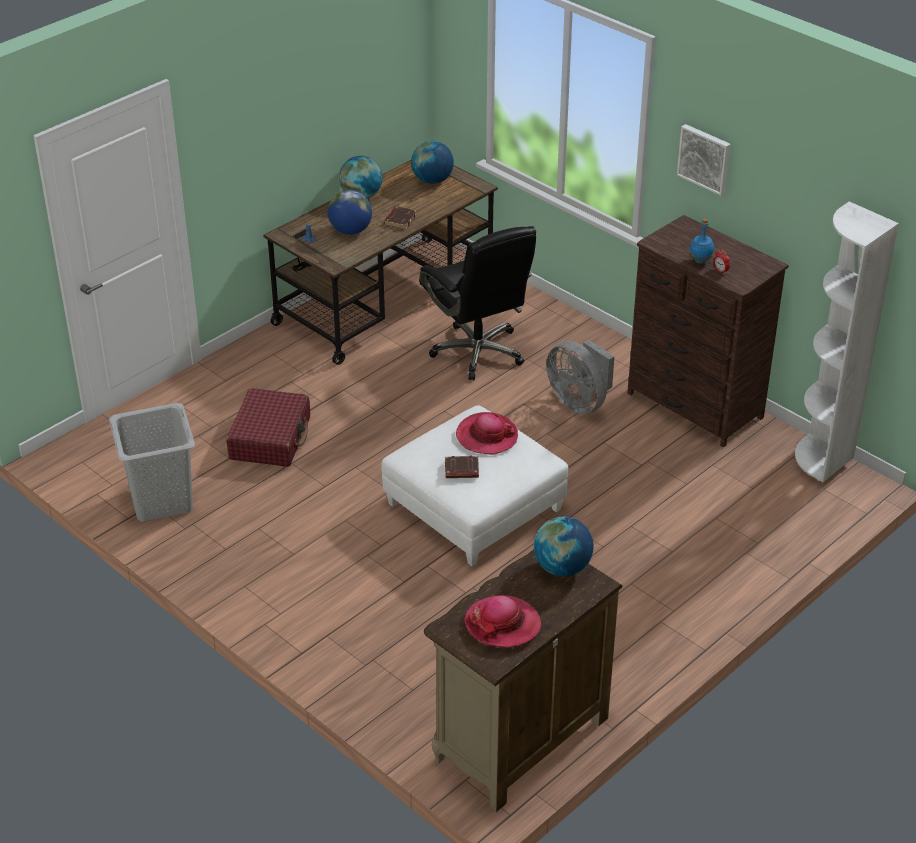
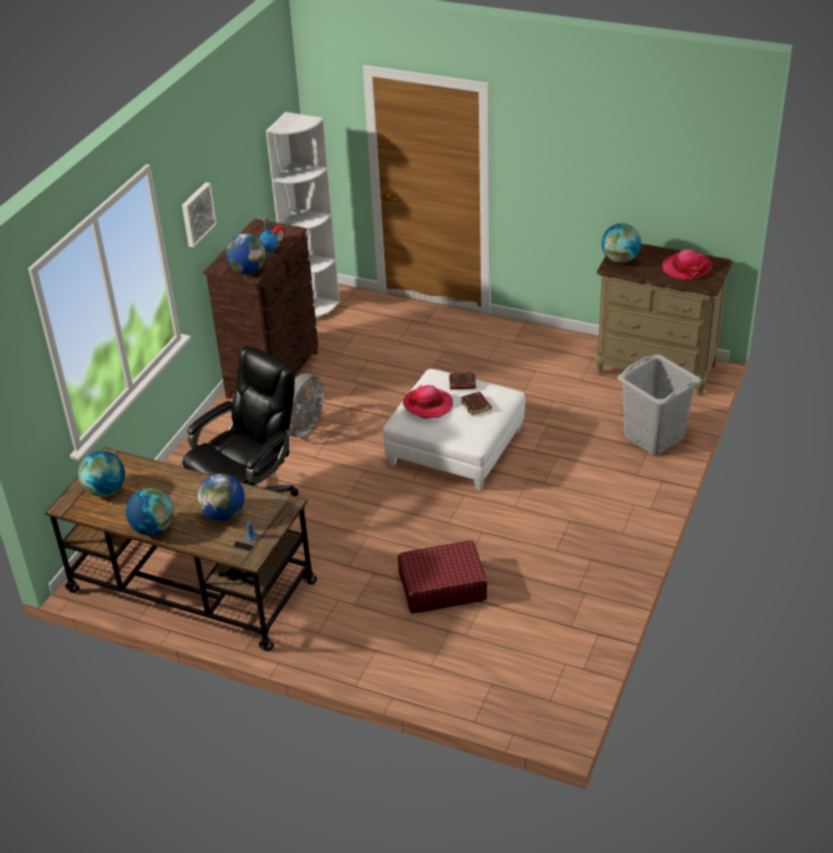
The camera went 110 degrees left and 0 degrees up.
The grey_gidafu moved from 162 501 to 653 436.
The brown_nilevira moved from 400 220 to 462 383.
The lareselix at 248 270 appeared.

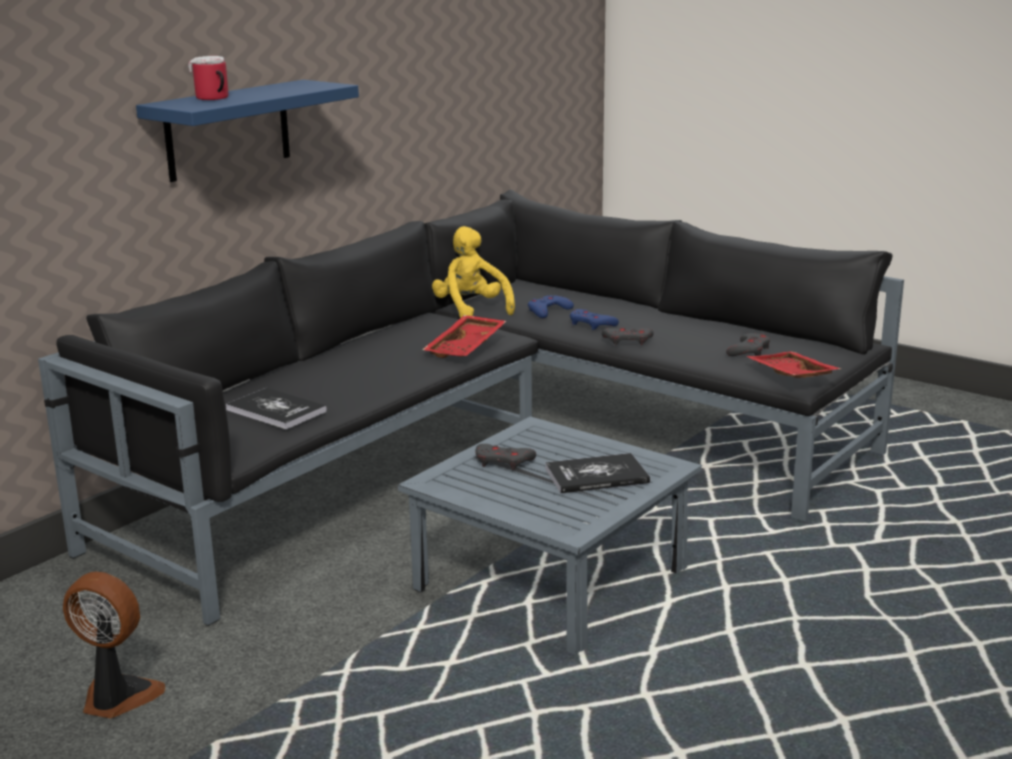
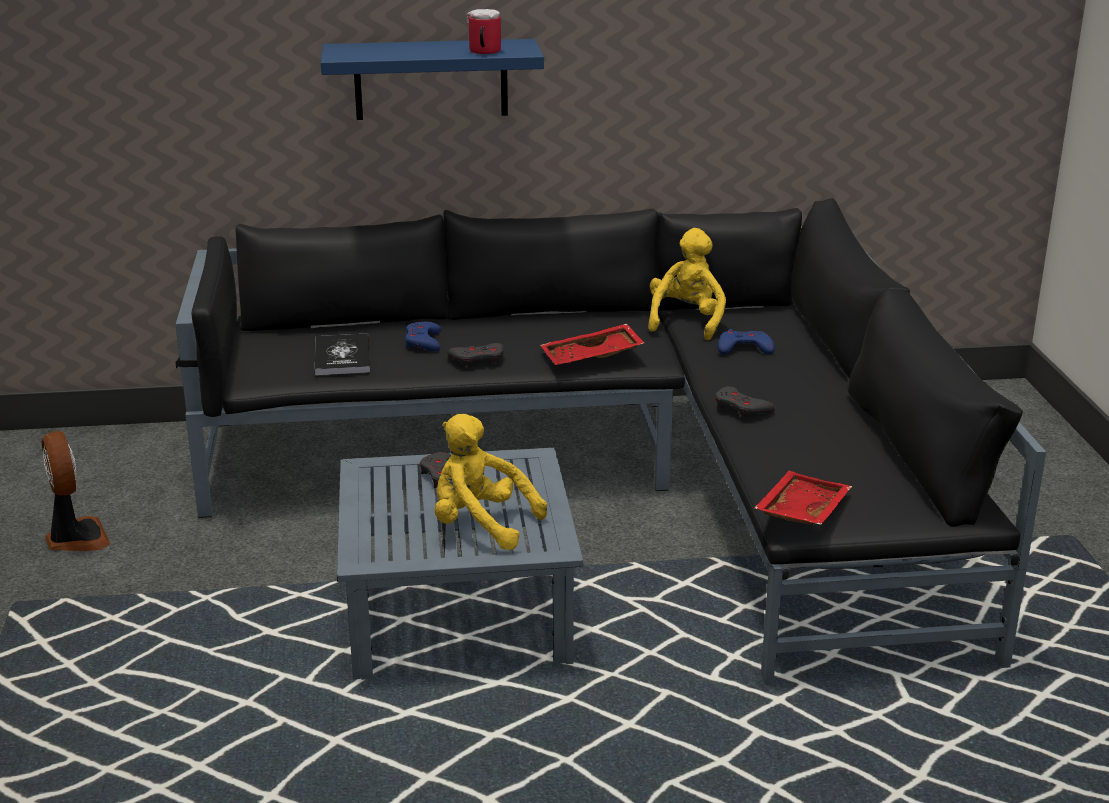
The camera went 45 degrees right and 5 degrees up.
The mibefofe moved from 213 99 to 483 52.
The nilevira at 596 476 was replaced by the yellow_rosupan at 480 525.
The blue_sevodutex moved from 591 324 to 423 342.
The grey_sevodutex moved from 749 350 to 478 359.

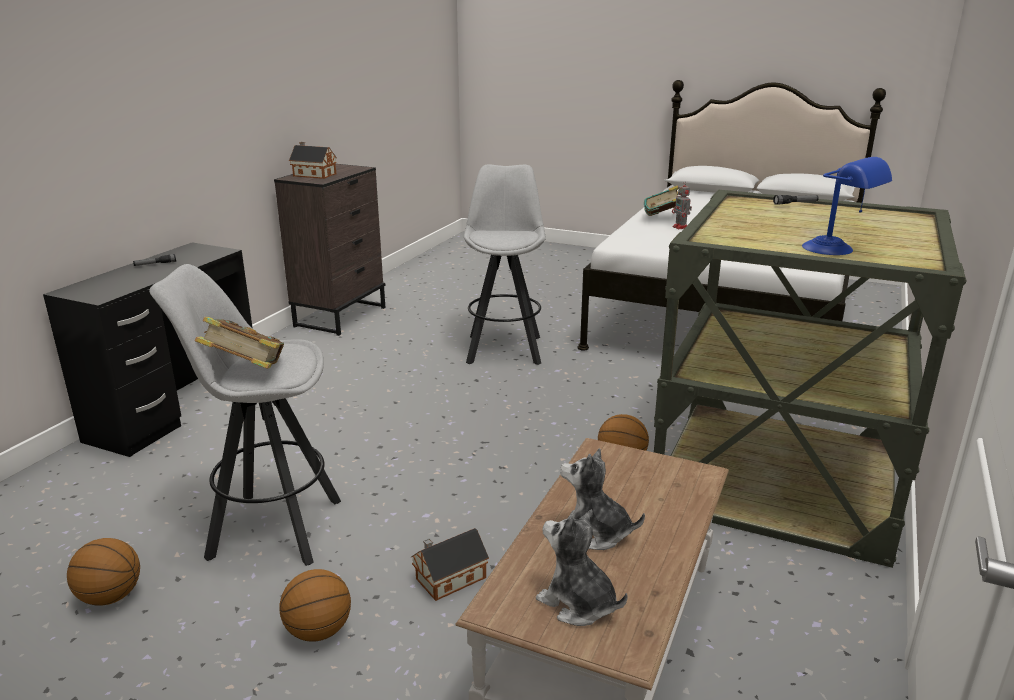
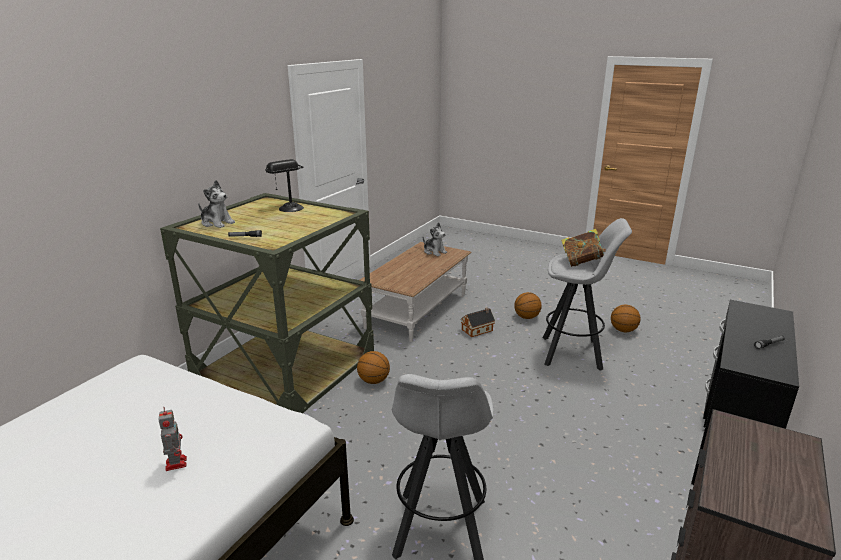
The camera went 175 degrees left and 0 degrees up.
The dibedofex at 313 175 disappeared.
The rosupan moved from 595 533 to 217 223.
The nilevira at 662 219 disappeared.
The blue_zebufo at 838 250 became the black_zebufo at 288 207.

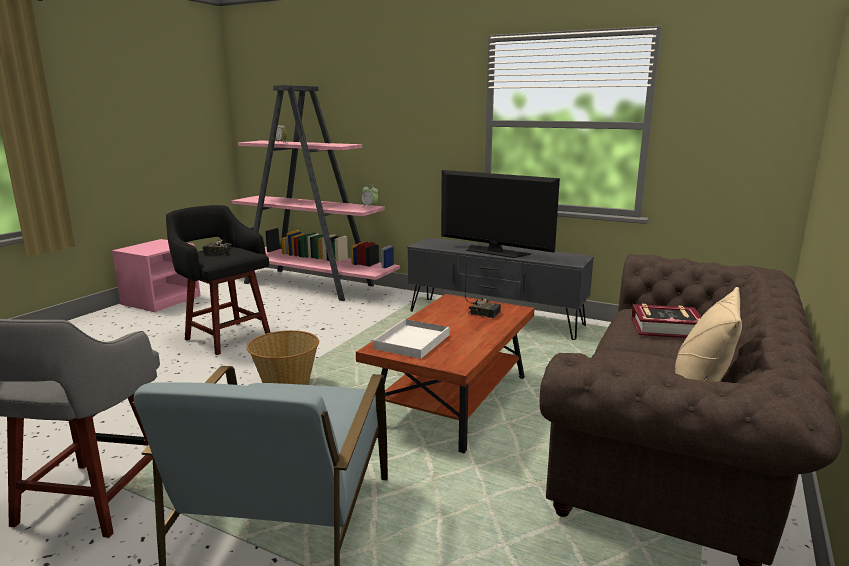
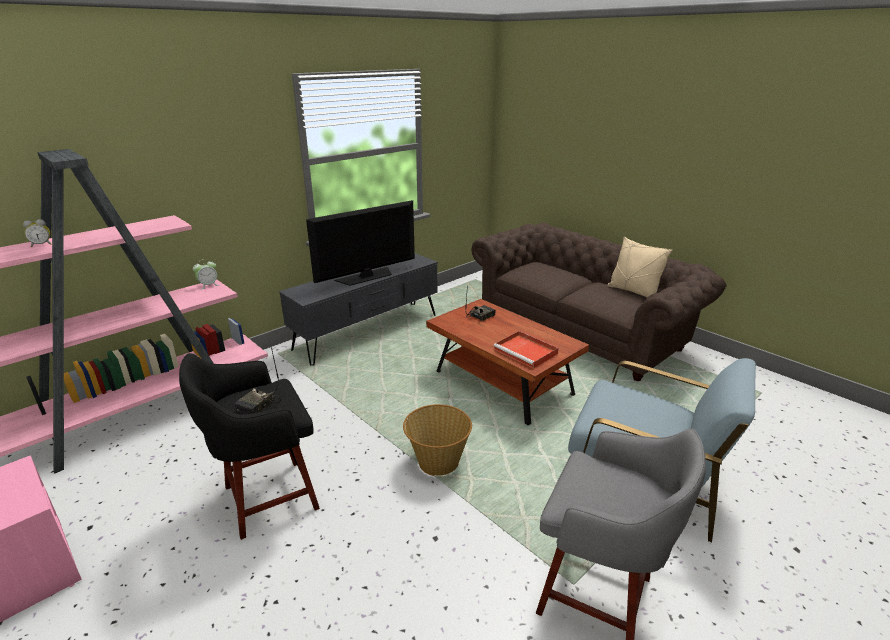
The camera went 70 degrees left and 10 degrees up.
The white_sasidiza at 411 342 became the red_sasidiza at 527 352.
The nilevira at 666 328 disappeared.

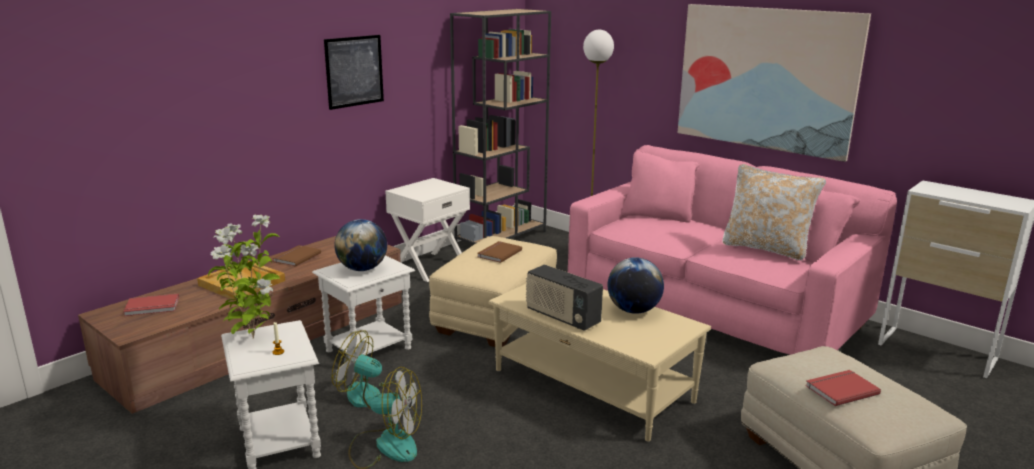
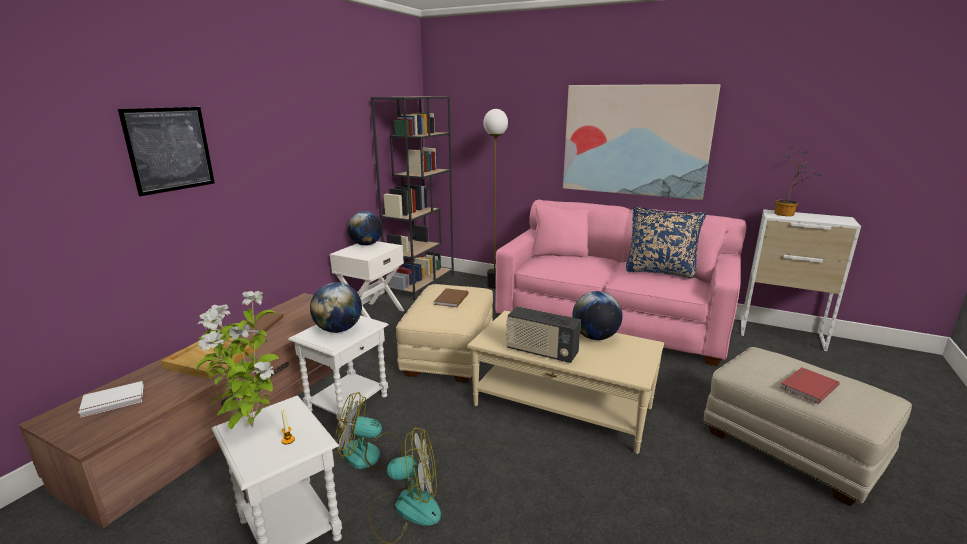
The camera went 15 degrees left and 0 degrees up.
The red_nilevira at 152 307 became the white_nilevira at 113 401.
The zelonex moved from 354 71 to 170 149.
The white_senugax at 766 250 became the blue_senugax at 660 273.
The lareselix at 366 244 appeared.
The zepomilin at 787 214 appeared.

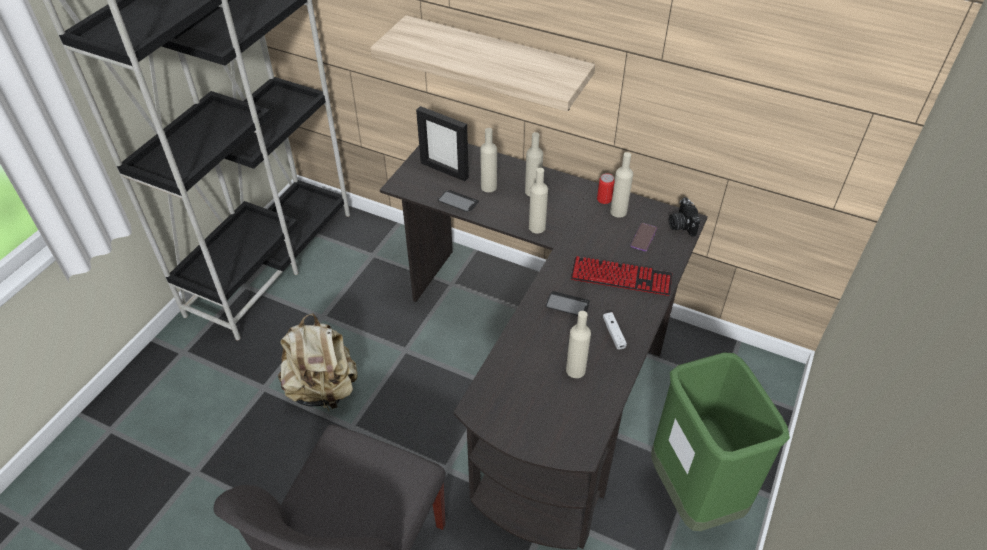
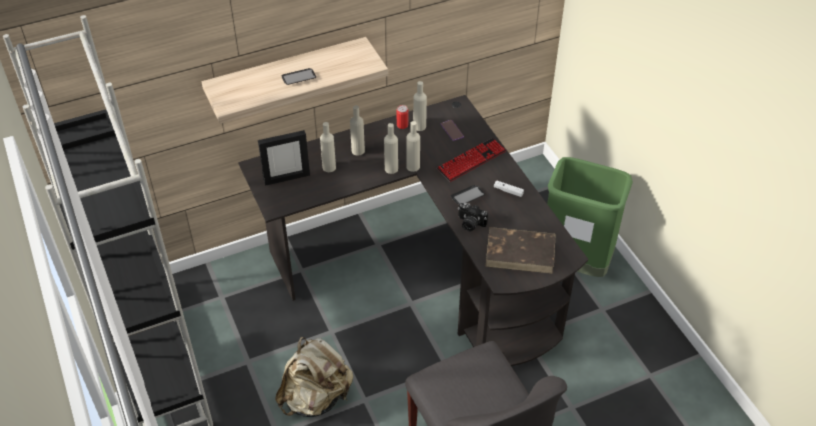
The camera went 50 degrees left and 0 degrees up.
The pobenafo moved from 458 202 to 298 77.
The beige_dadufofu moved from 575 370 to 413 166.
The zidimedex moved from 681 225 to 470 224.
The brown_nilevira at 521 252 appeared.

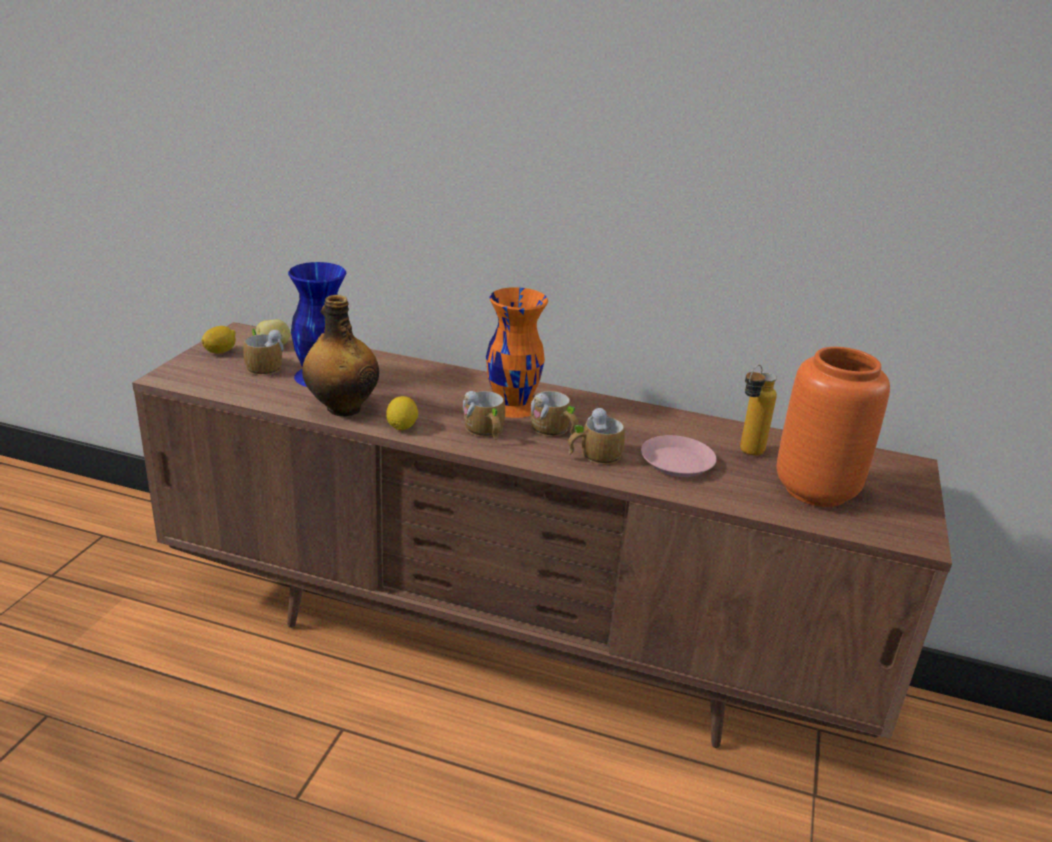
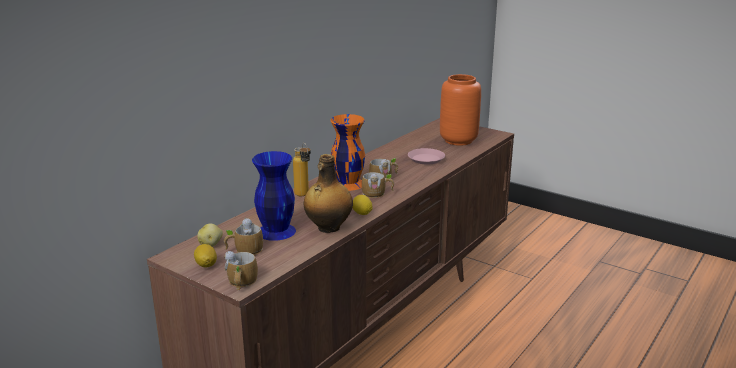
The camera went 70 degrees left and 5 degrees down.
The mibefofe moved from 593 455 to 241 283.
The dadufofu moved from 746 453 to 304 196.

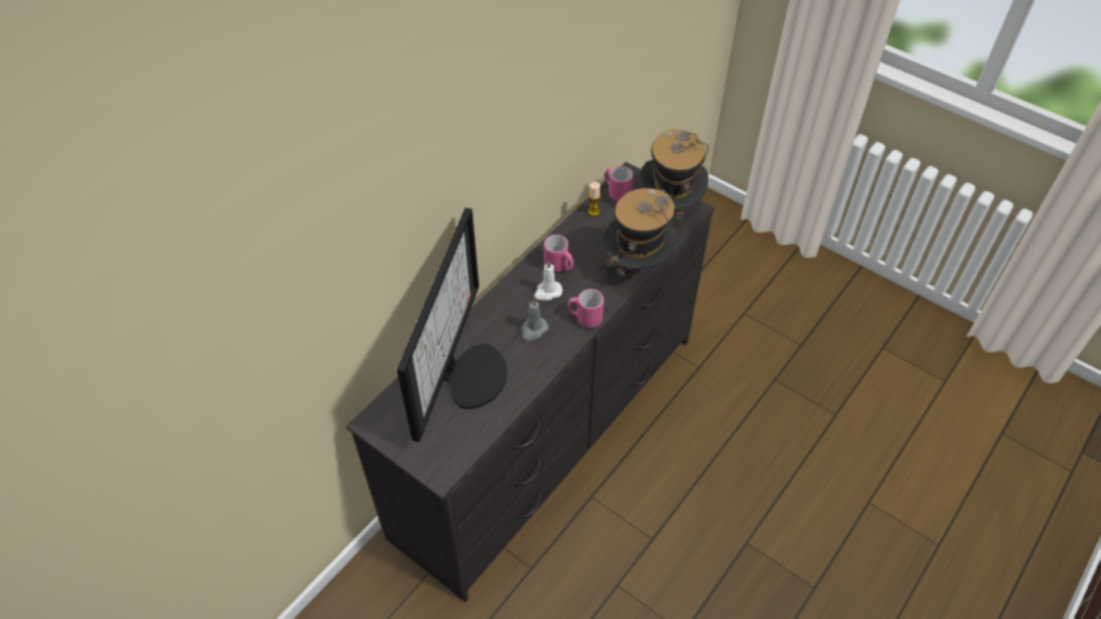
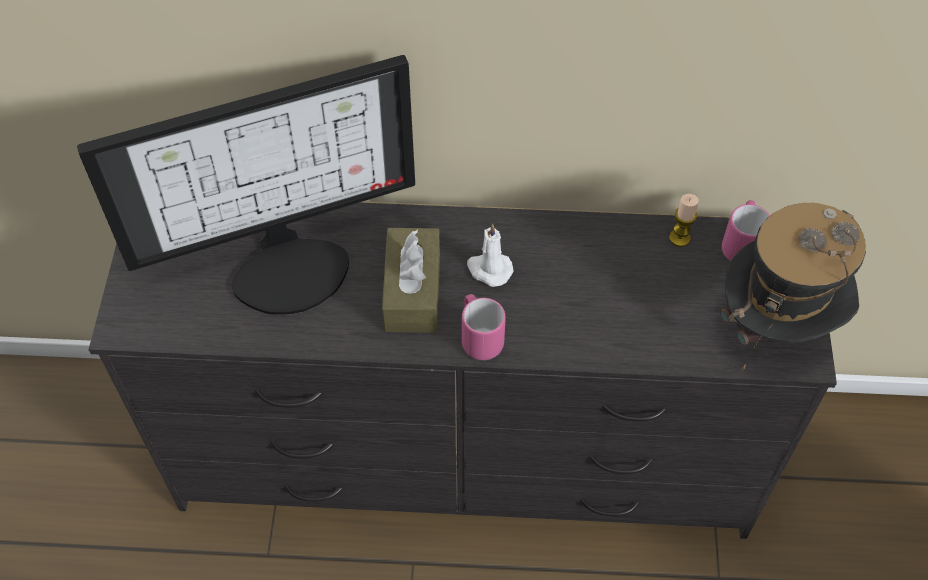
The camera went 55 degrees right and 5 degrees up.
The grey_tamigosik at 533 330 was replaced by the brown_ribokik at 412 291.
The pink_mibefofe at 559 267 disappeared.
The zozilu at 638 267 disappeared.

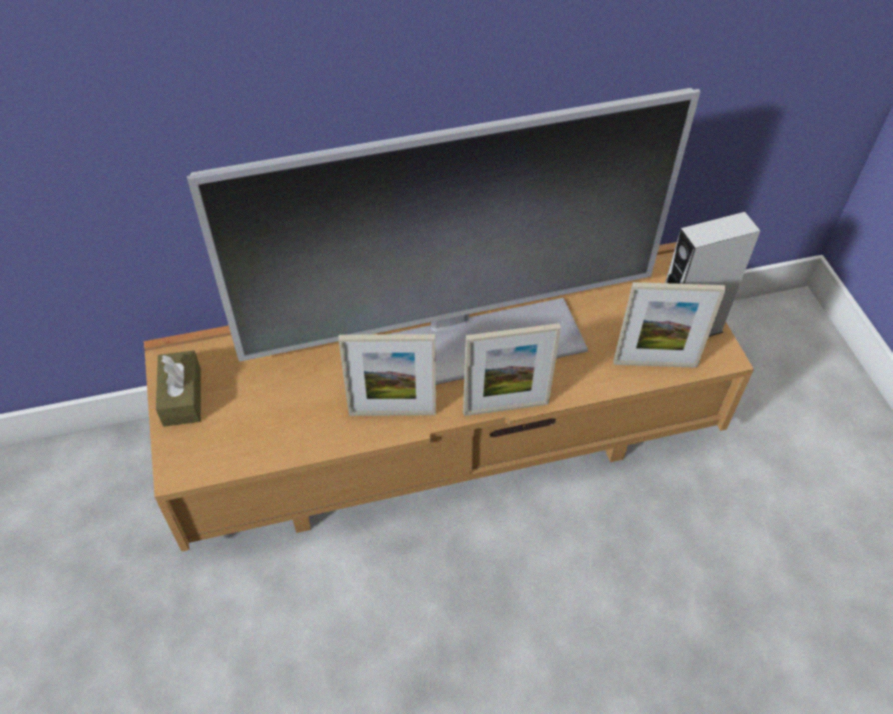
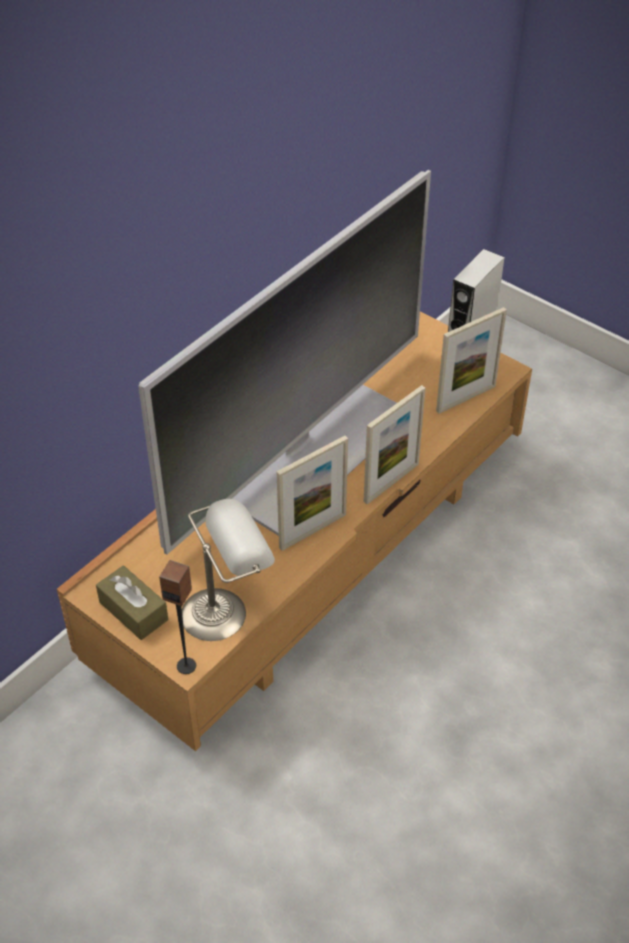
The camera went 35 degrees left and 5 degrees down.
The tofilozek at 186 665 appeared.
The white_zebufo at 225 608 appeared.

